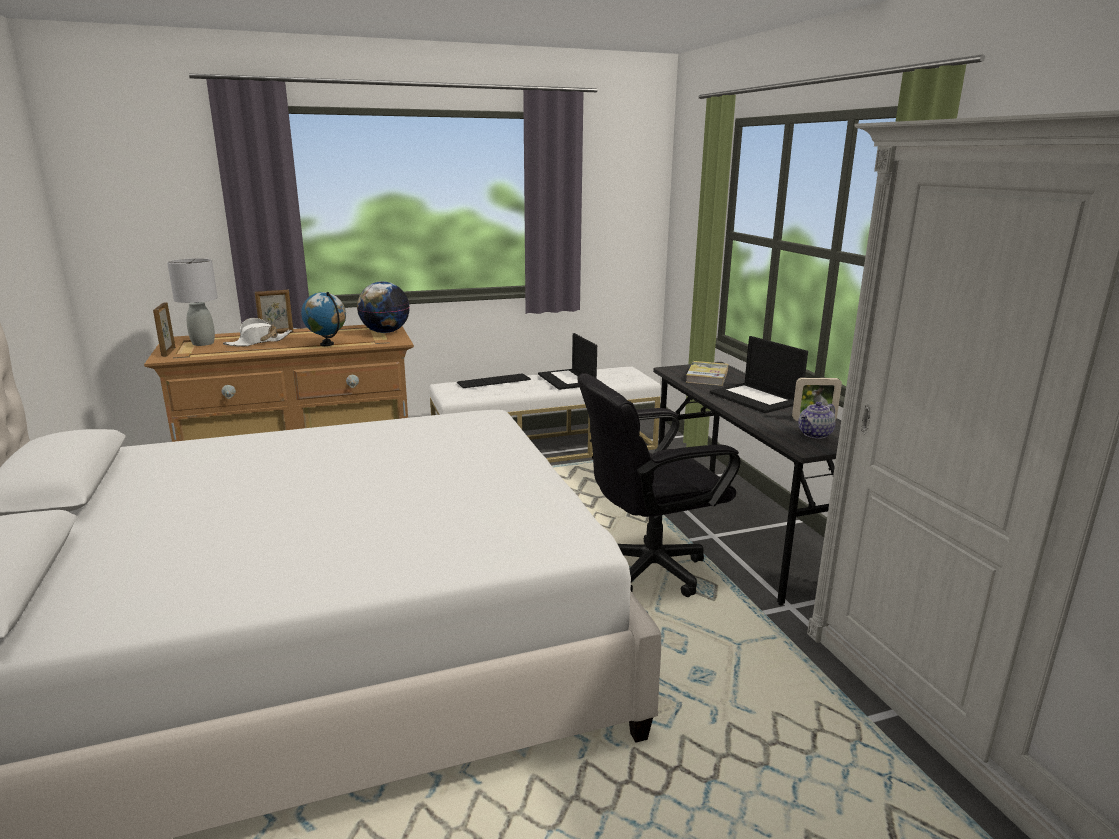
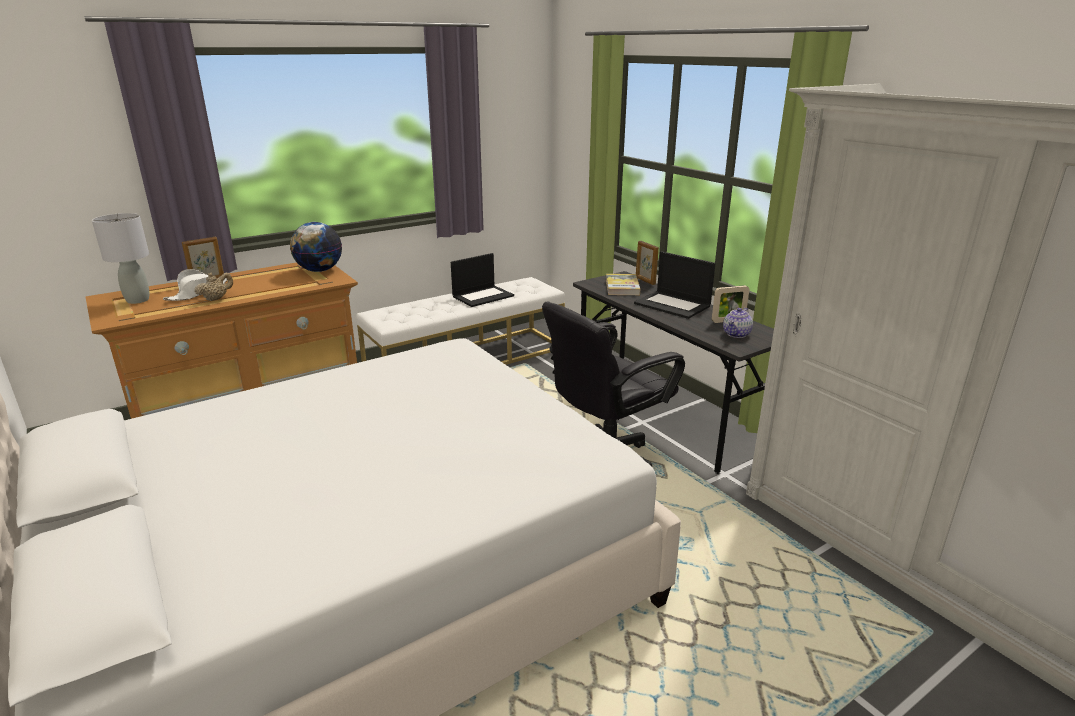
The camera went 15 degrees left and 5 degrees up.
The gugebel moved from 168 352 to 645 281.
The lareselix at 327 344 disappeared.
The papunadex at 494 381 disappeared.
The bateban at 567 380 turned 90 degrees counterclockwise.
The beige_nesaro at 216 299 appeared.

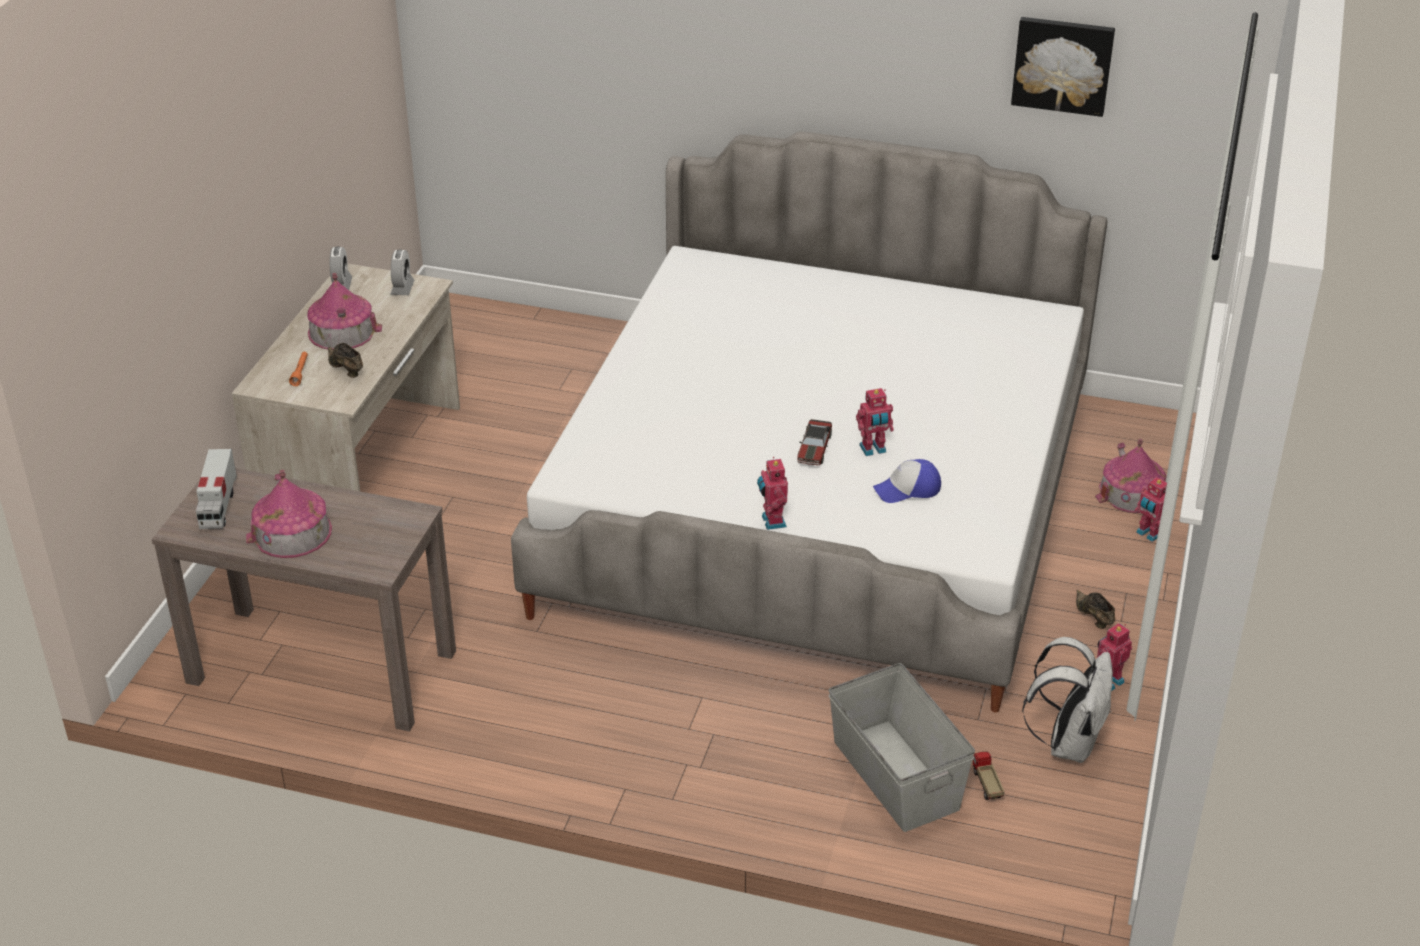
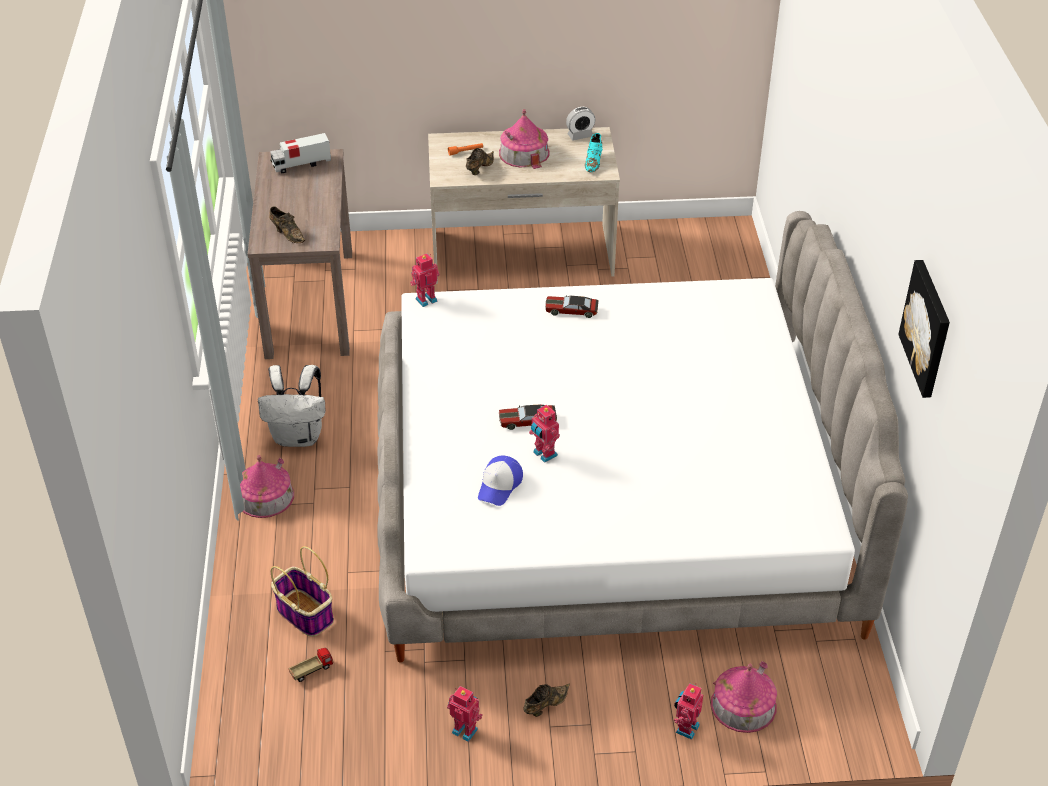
The camera went 70 degrees right and 5 degrees up.
The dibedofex moved from 292 532 to 265 496.
The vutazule at 402 288 was replaced by the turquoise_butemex at 594 161.
The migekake moved from 772 521 to 425 299.
The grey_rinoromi at 895 775 was replaced by the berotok at 304 613.
The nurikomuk at 908 489 turned 120 degrees counterclockwise.
The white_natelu moved from 1068 742 to 299 436.
The brown_butemex at 287 234 appeared.
The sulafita at 571 310 appeared.

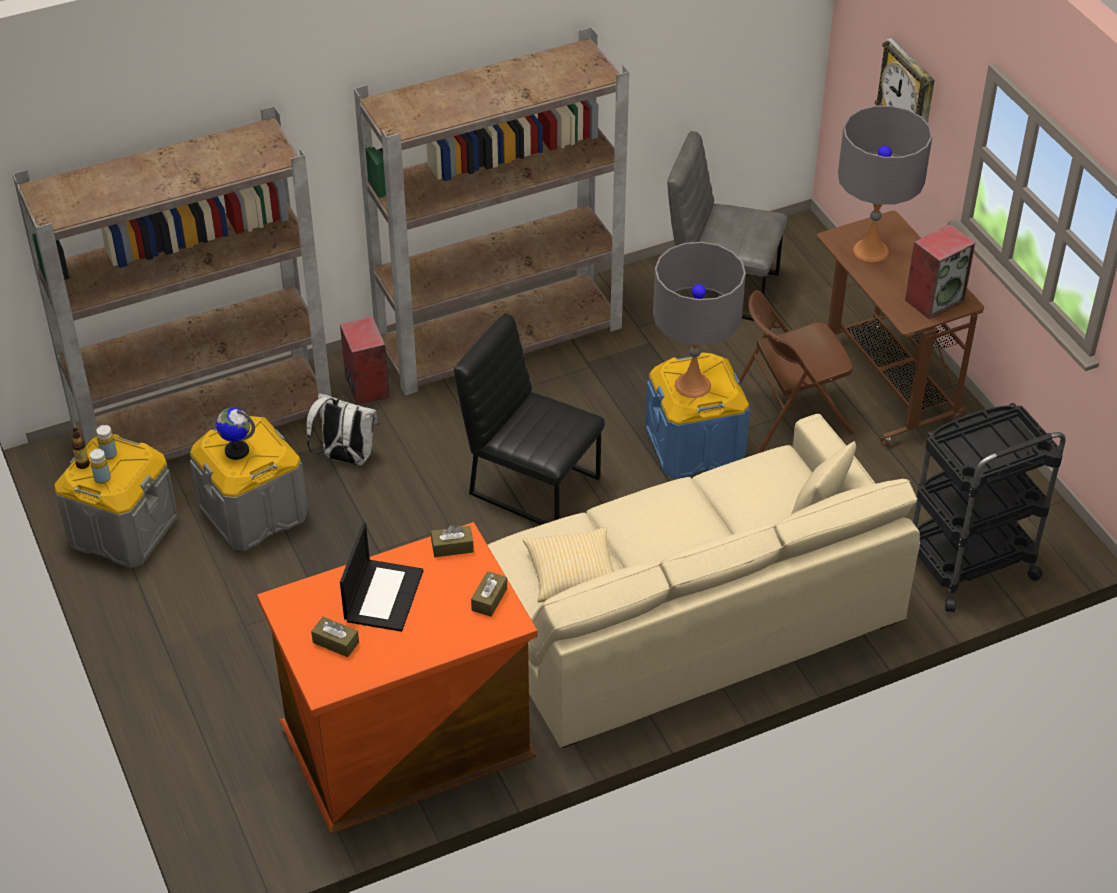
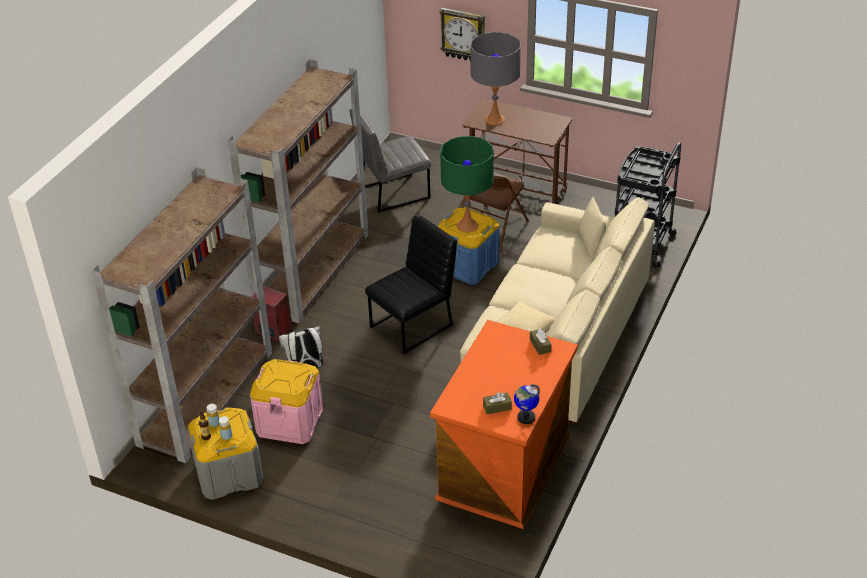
The camera went 40 degrees left and 5 degrees down.
The grey_rinoromi at 253 512 became the pink_rinoromi at 290 421.
The lareselix moved from 236 451 to 526 417.
The bateban at 383 595 disappeared.
The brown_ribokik at 452 547 disappeared.
The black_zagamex at 531 484 turned 150 degrees clockwise.
The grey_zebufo at 692 385 became the green_zebufo at 467 225.
The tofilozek at 934 300 disappeared.

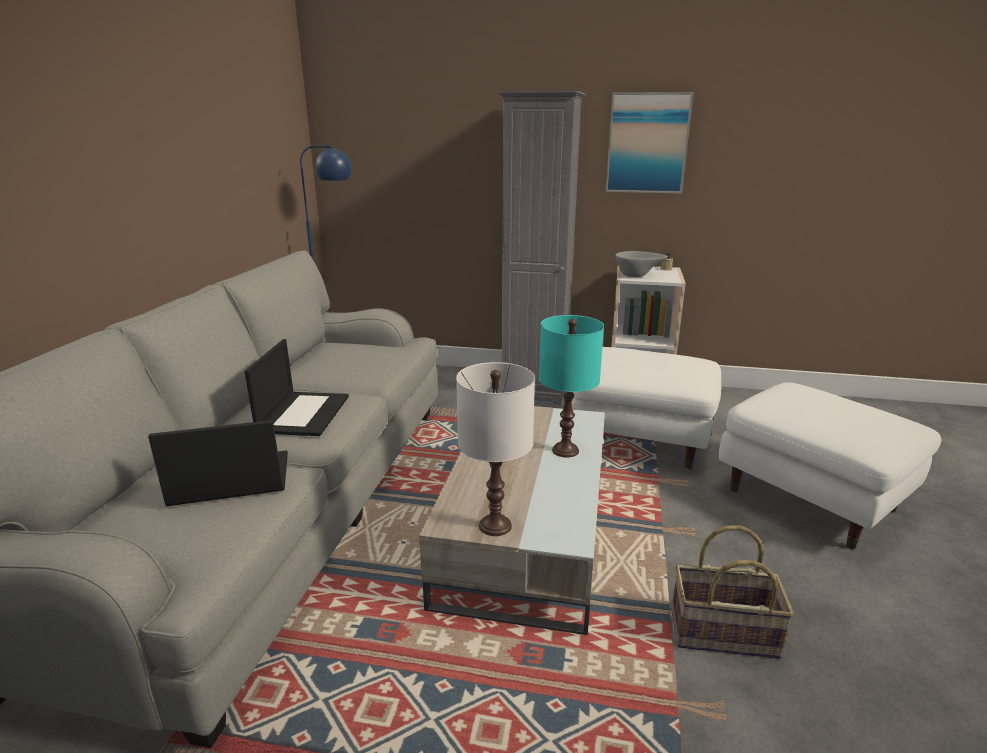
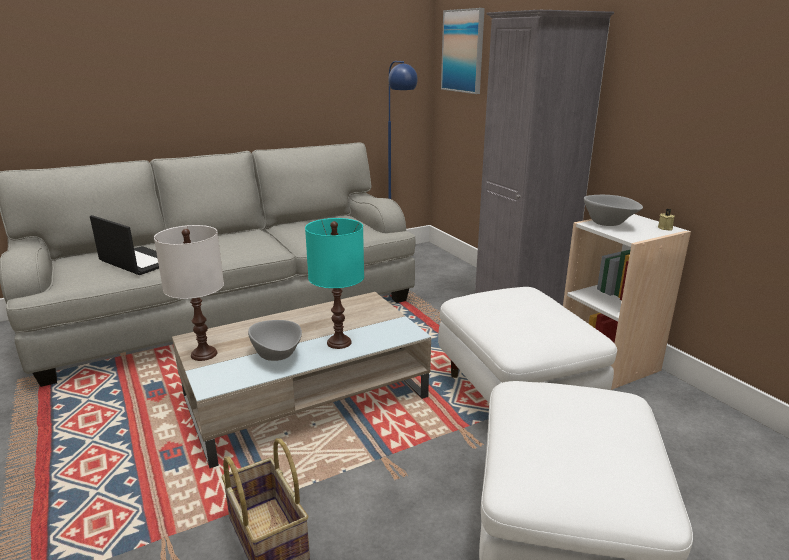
The camera went 50 degrees right and 0 degrees up.
The bateban at 303 413 disappeared.
The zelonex moved from 647 143 to 463 51.
The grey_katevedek at 278 357 appeared.

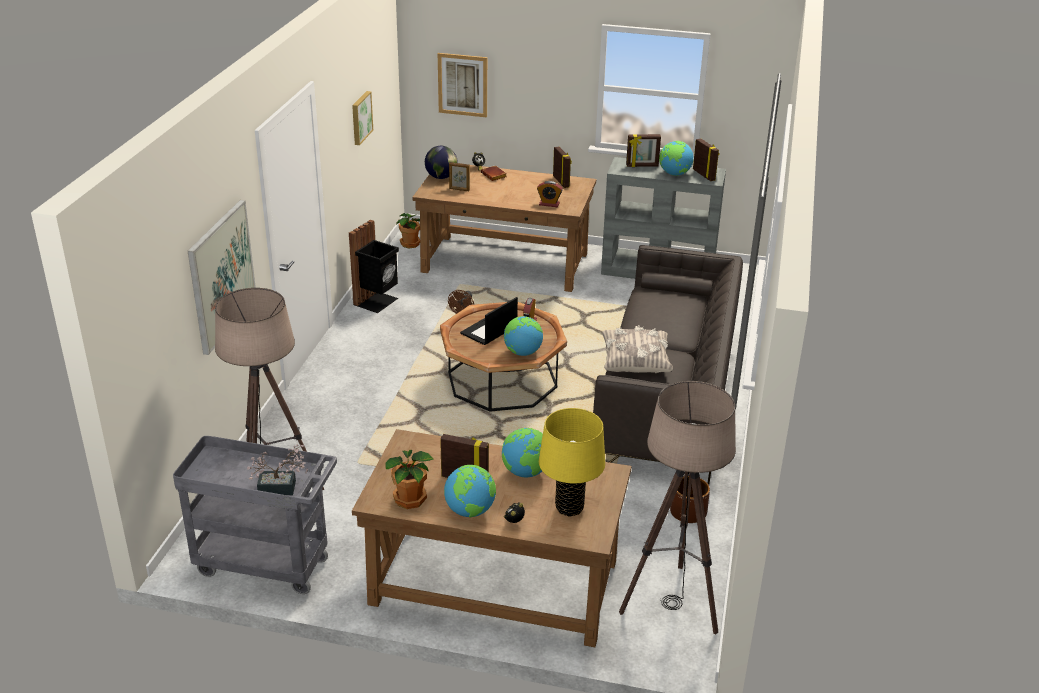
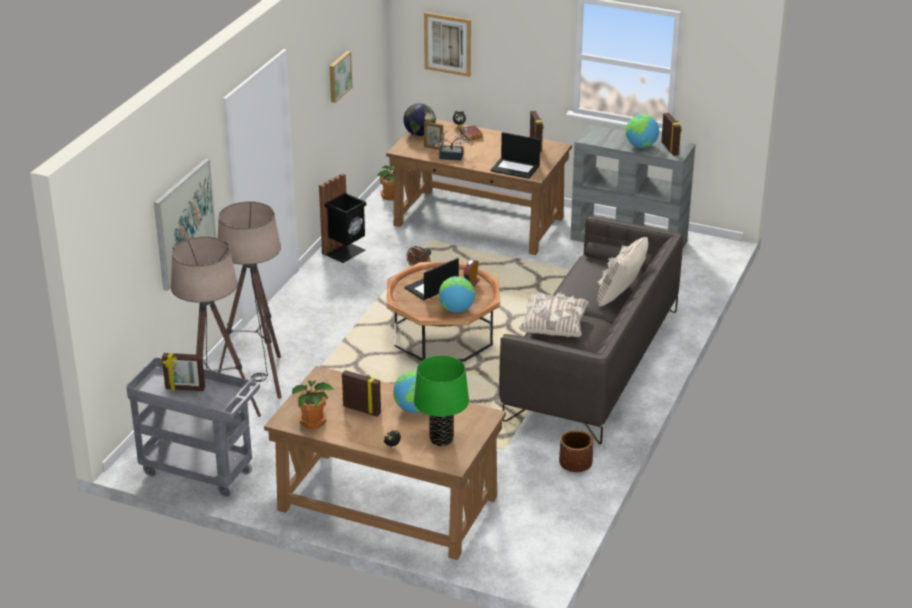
The camera went 10 degrees right and 0 degrees up.
The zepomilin moved from 282 488 to 454 156.
The lareselix at 470 511 disappeared.
The vutazule at 549 204 was replaced by the bateban at 516 168.
The yellow_zebufo at 569 508 became the green_zebufo at 441 439.
The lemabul moved from 672 603 to 258 378.
The gugebel moved from 642 166 to 185 389.
The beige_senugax at 619 295 appeared.

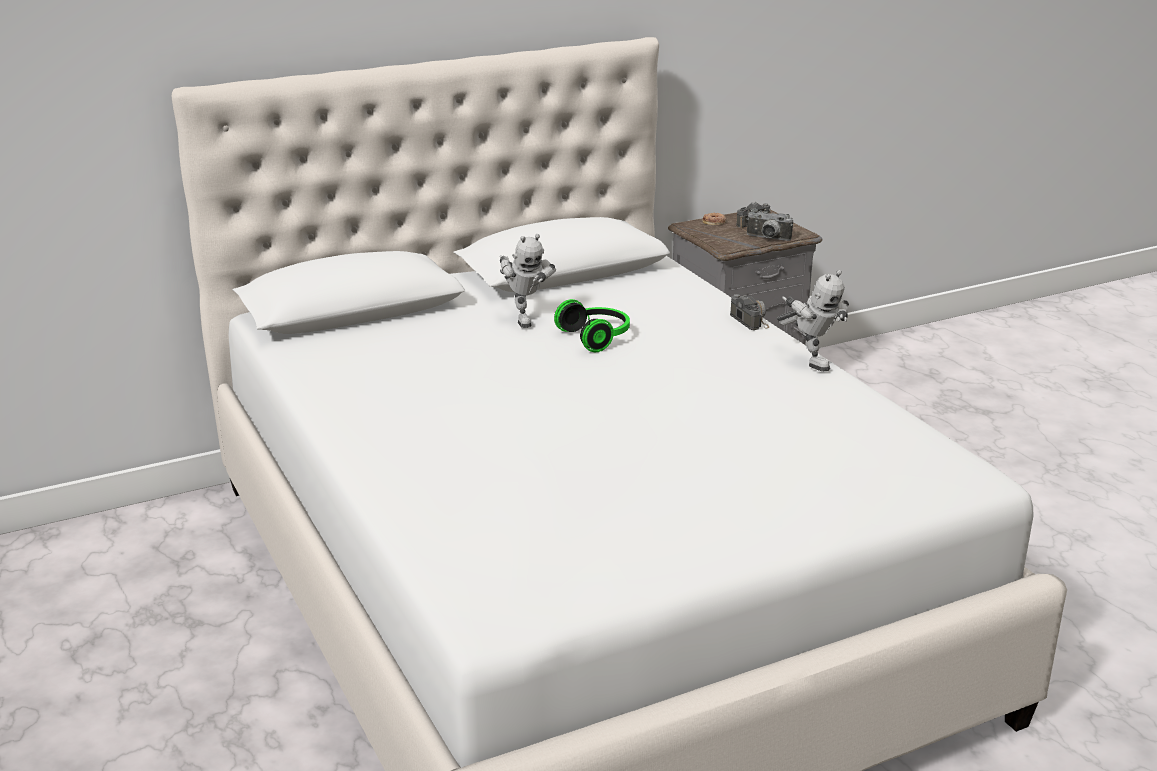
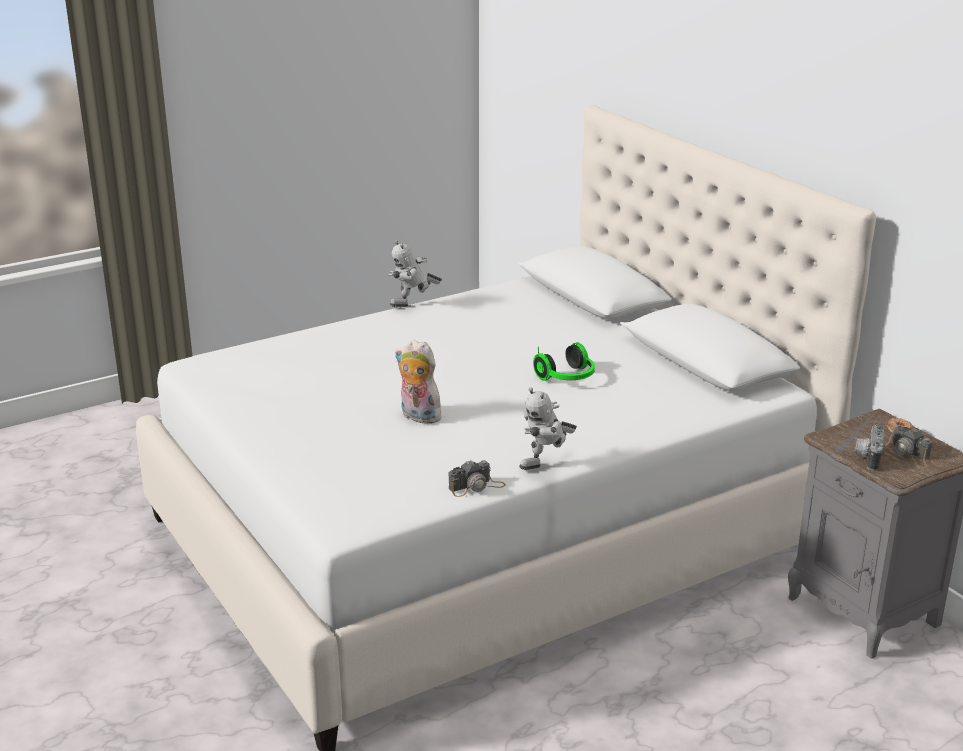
The camera went 85 degrees right and 0 degrees up.
The migekake moved from 524 318 to 413 305.
The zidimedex moved from 749 318 to 476 487.
The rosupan at 418 417 appeared.

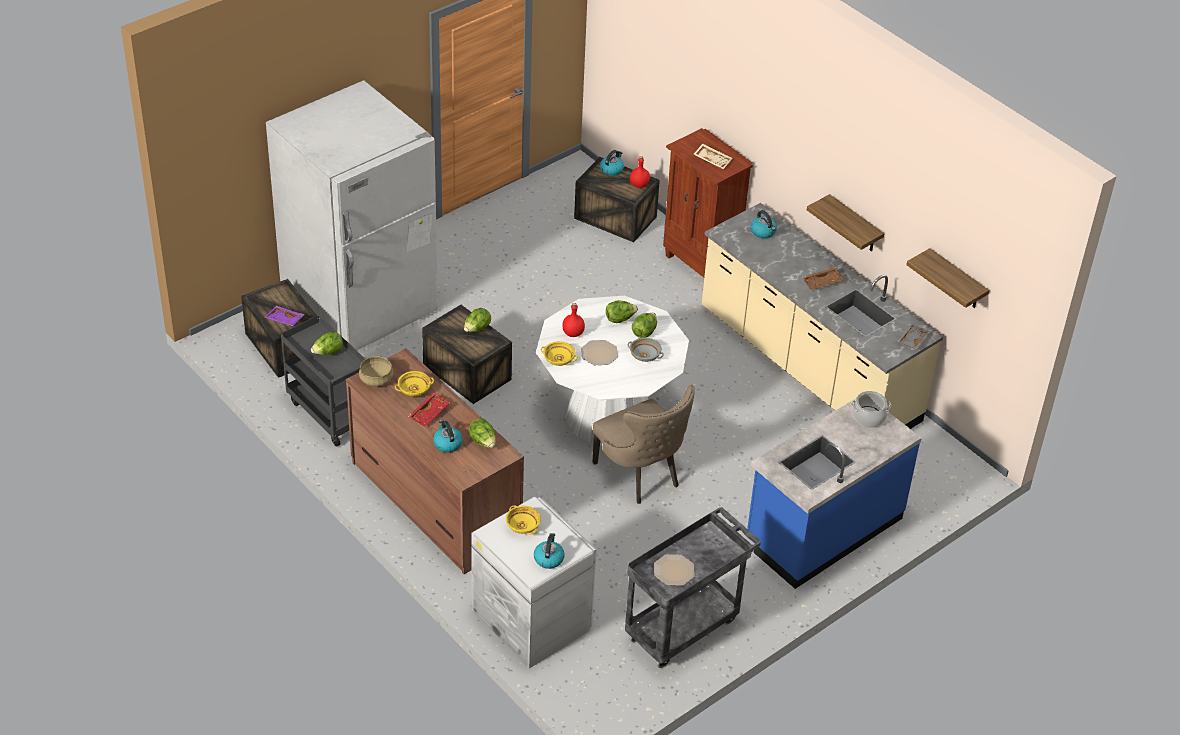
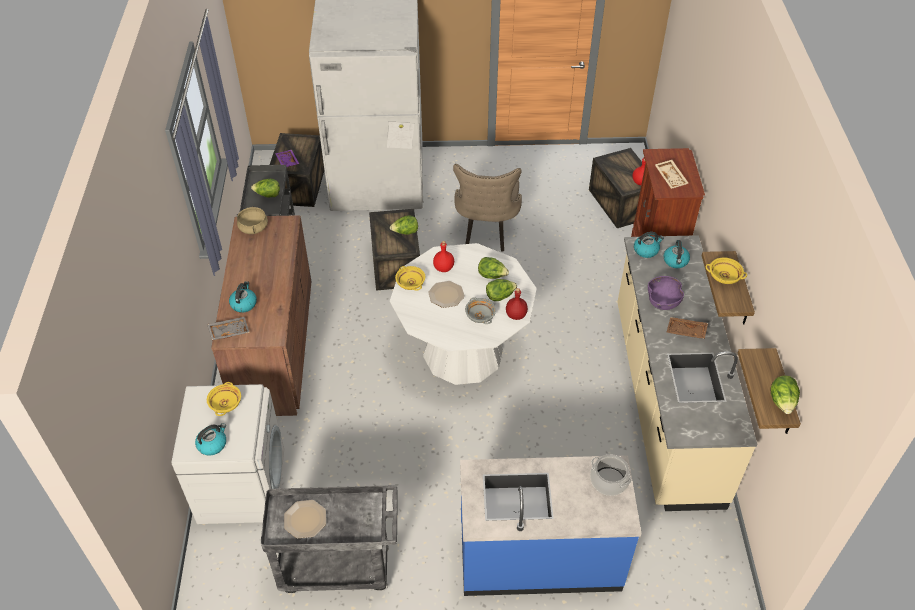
The camera went 40 degrees right and 5 degrees up.
The yellow_katevedek moved from 414 390 to 724 277.
The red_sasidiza at 430 414 disappeared.
The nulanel moved from 483 442 to 782 402.
The beige_zagamex moved from 641 474 to 486 232.
The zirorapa moved from 611 169 to 646 250.
The grey_sasidiza moved from 912 340 to 229 331.
The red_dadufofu at 515 315 appeared.
The purple_katevedek at 663 301 appeared.

